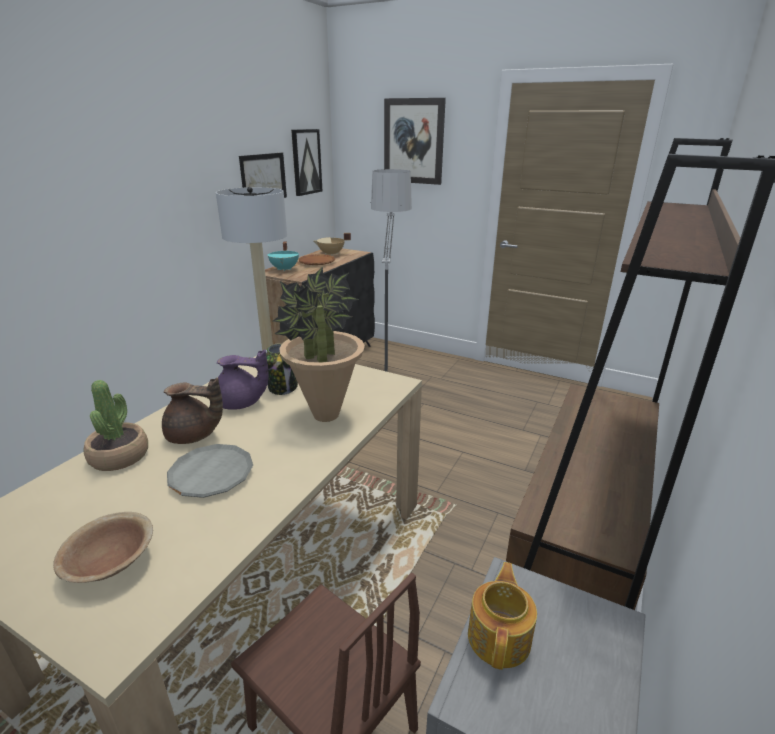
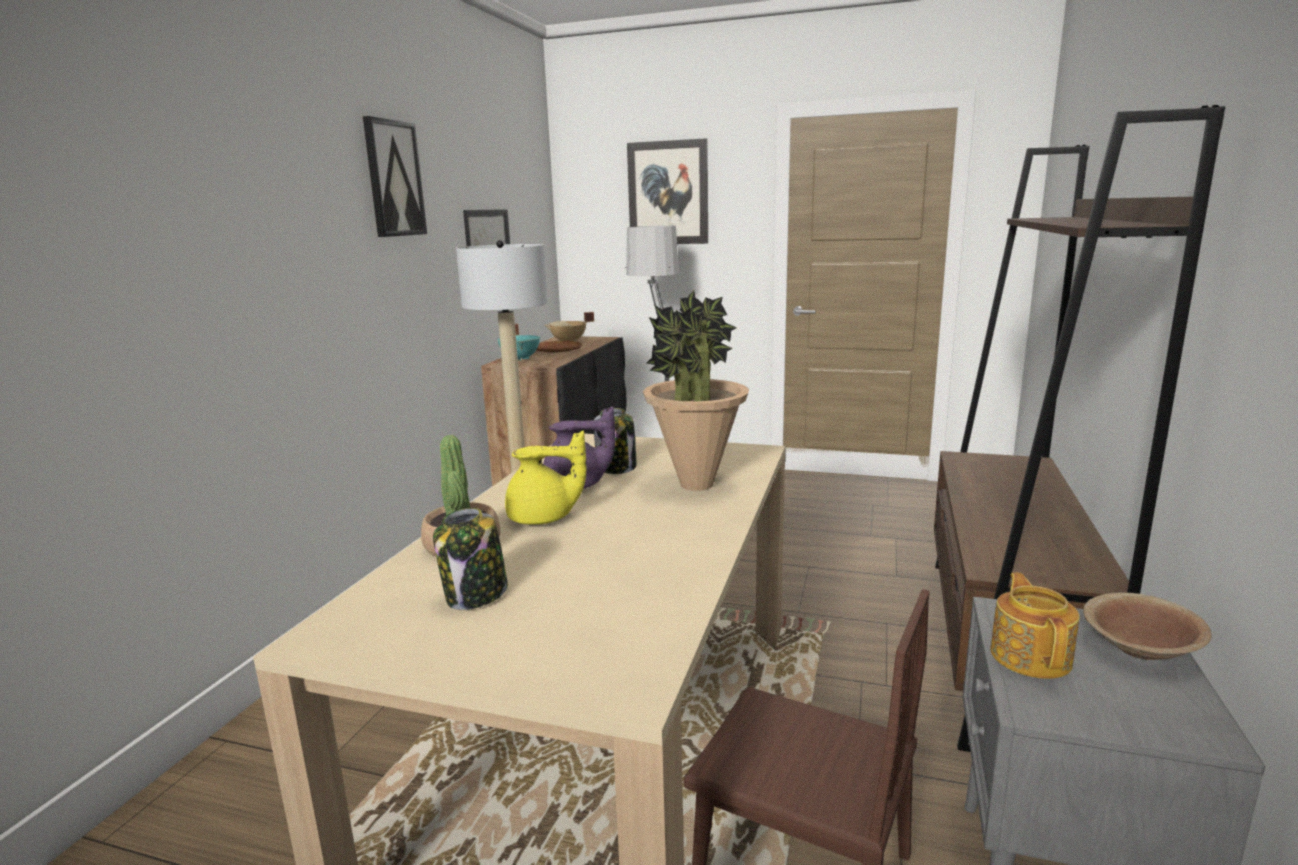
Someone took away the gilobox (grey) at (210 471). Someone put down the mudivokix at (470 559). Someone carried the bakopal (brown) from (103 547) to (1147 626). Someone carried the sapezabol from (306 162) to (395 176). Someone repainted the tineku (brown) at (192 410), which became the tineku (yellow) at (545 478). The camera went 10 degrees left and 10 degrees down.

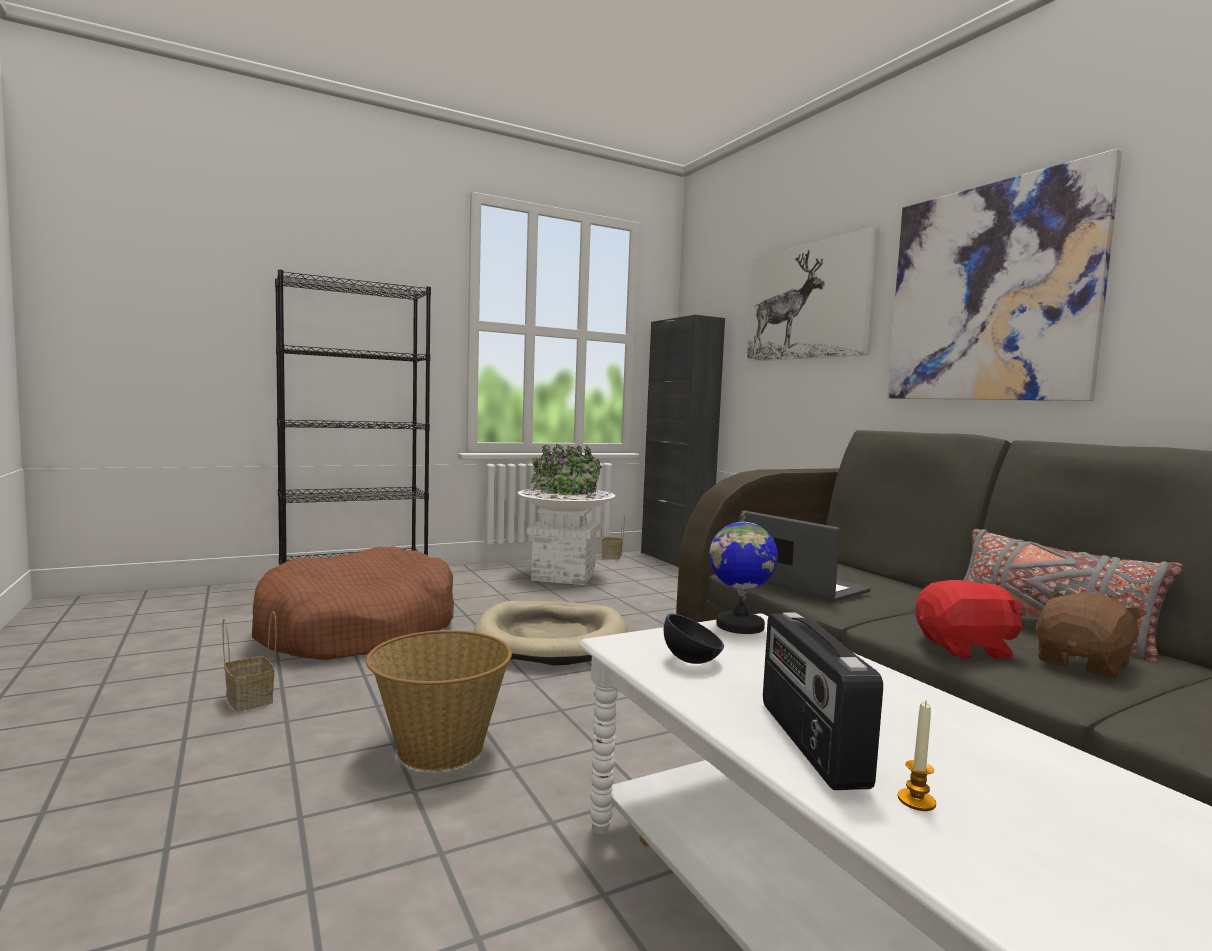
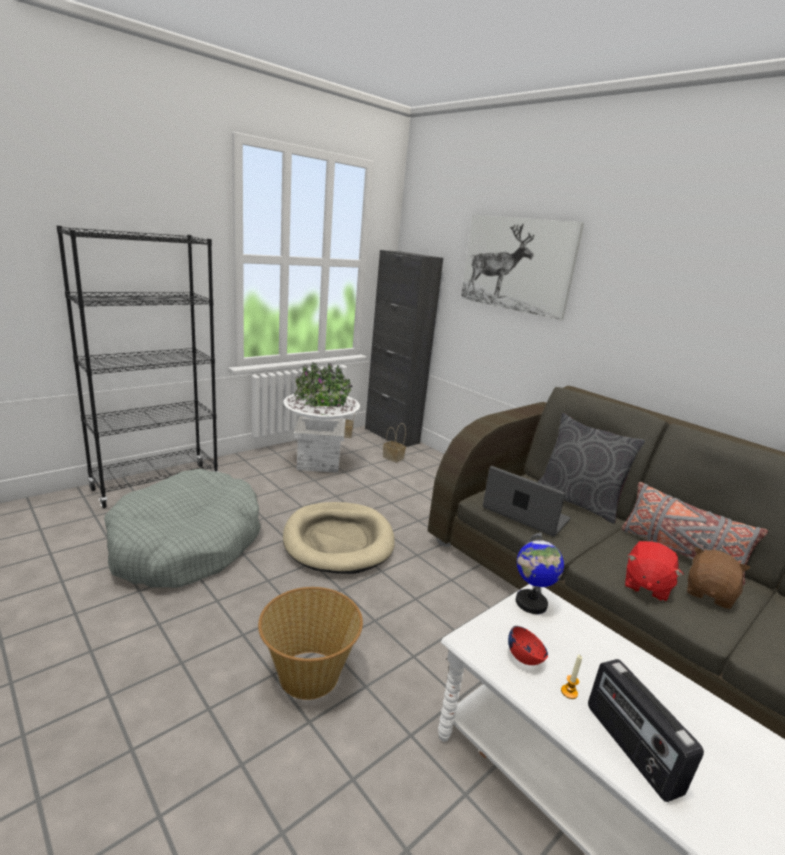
Someone took away the sapezabol at (1004 275). Someone put down the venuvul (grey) at (591 468). Someone carried the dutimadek from (249 661) to (394 443). Someone carried the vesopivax from (917 756) to (571 677). Someone repainted the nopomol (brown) at (353 603), which became the nopomol (grey) at (182 528). Someone repainted the bakopal (black) at (694 639), which became the bakopal (red) at (528 645). Someone rotated the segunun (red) at (969 619) by 135 degrees clockwise. The camera went 15 degrees left and 15 degrees up.

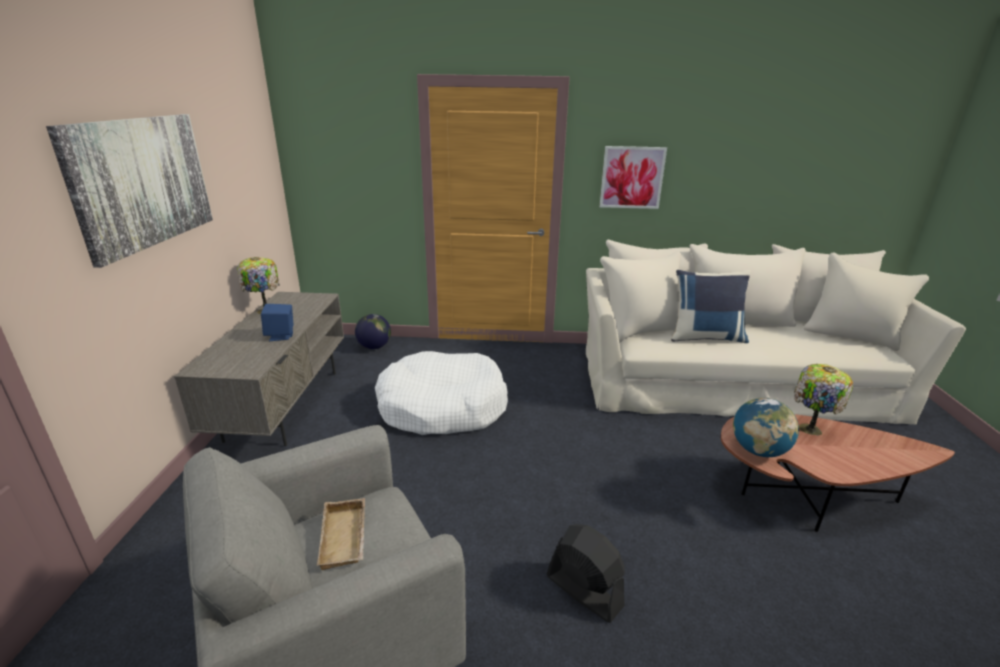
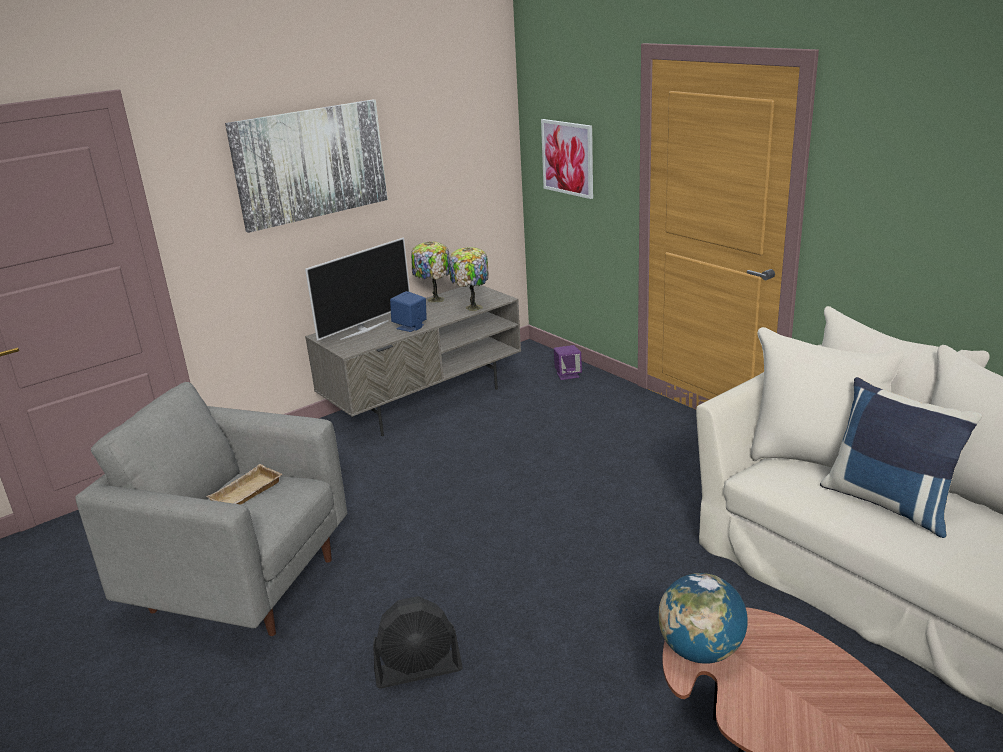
Someone took away the nopomol (white) at (441 393). Someone put down the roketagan at (357 289). Someone carried the sapezabol from (633 177) to (567 159). Someone carried the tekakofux from (823 399) to (469 279). Someone swapped the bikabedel at (373 331) for the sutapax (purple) at (568 362). Someone rotated the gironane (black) at (586 573) by 75 degrees clockwise. The camera went 50 degrees right and 0 degrees up.

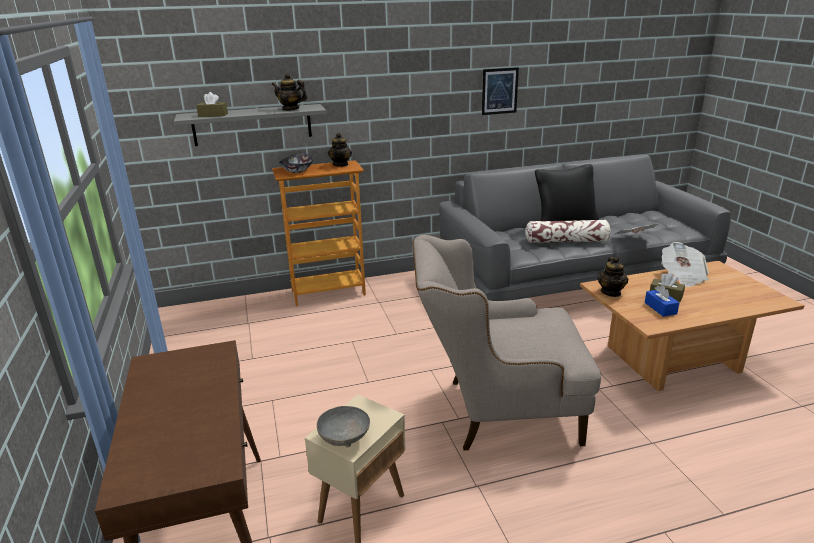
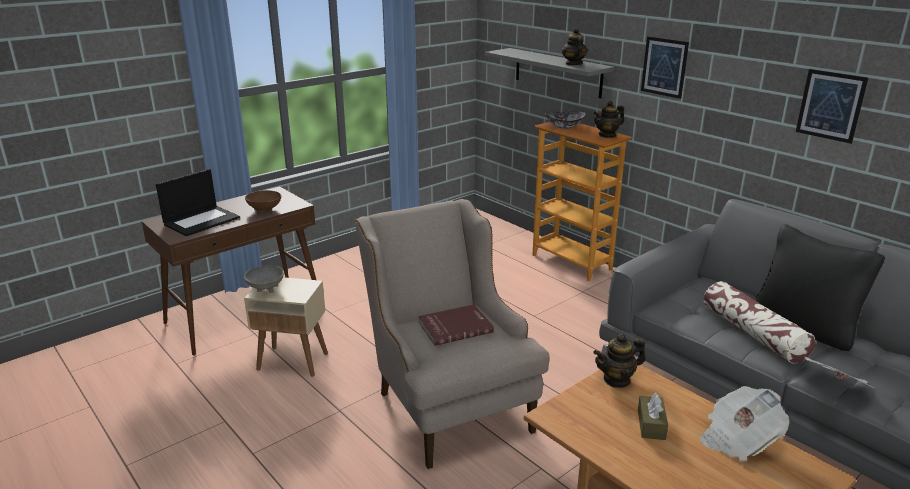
Someone took away the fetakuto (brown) at (212 104). Someone took away the fetakuto (blue) at (662 301). Someone put down the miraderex at (198 202). Someone put down the bakopal (brown) at (263 202). Someone put down the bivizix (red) at (456 325). Someone put up the sapezabol at (665 67). The camera went 65 degrees right and 0 degrees up.

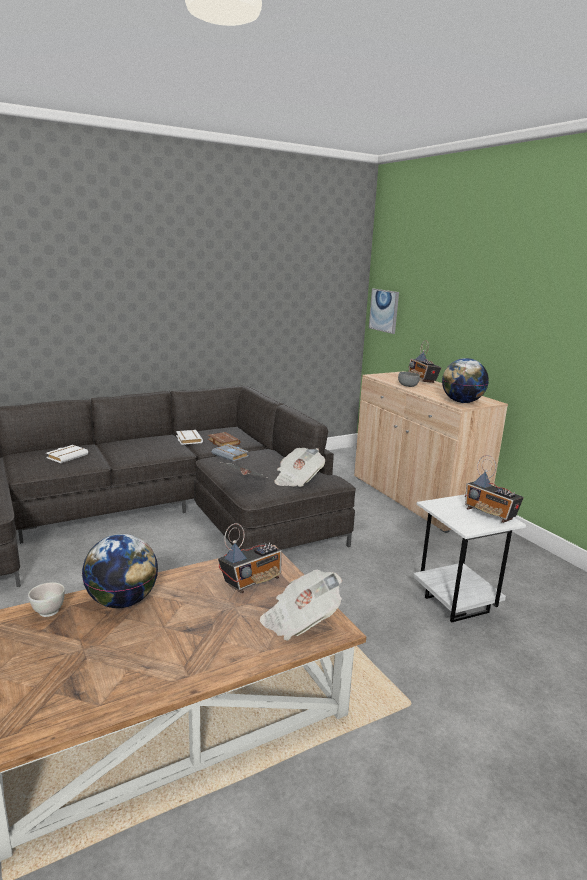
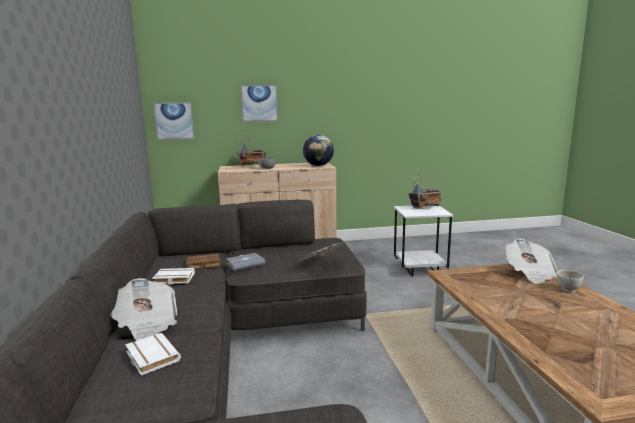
Someone took away the bikabedel at (120 571). Someone took away the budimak at (250 558). Someone put up the sapezabol at (259 103). Someone carried the bakopal (white) from (46 599) to (570 281). Someone carried the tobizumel from (299 467) to (143 309). The camera went 70 degrees left and 5 degrees down.

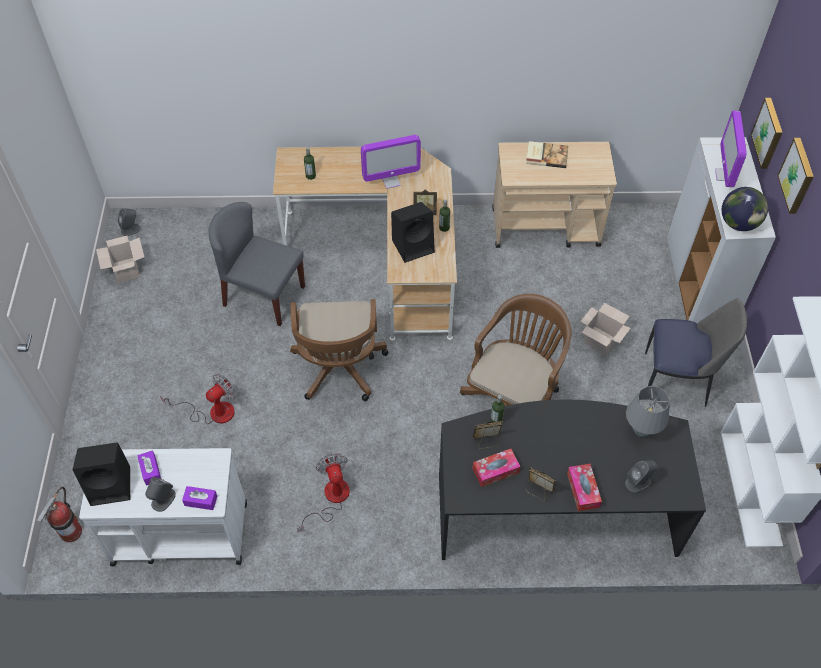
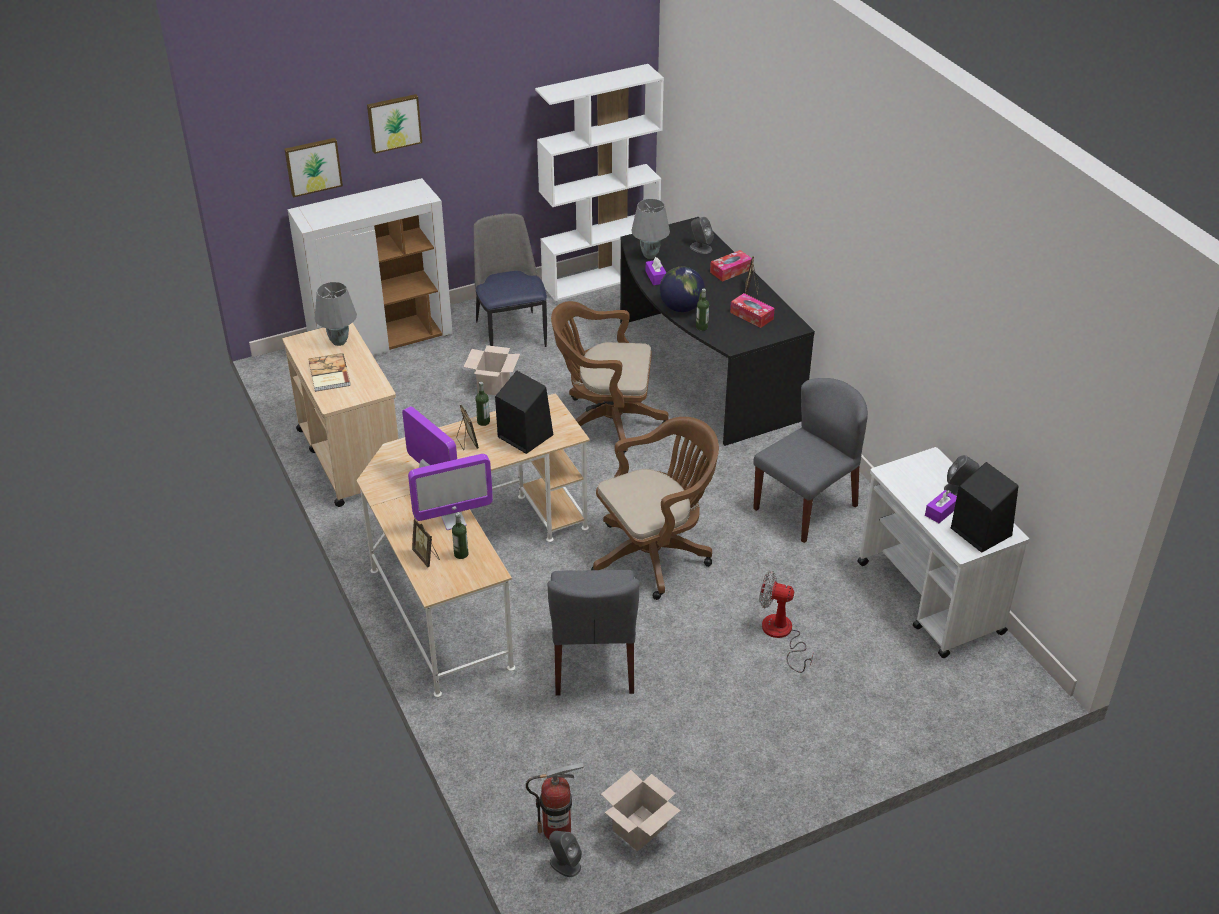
Someone put down the tekakofux (grey) at (336 314). Someone carried the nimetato from (59 514) to (555 801). Someone carried the fetakuto (purple) from (199 498) to (656 271). Someone carried the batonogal from (488 435) to (426 542). Someone carried the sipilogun from (731 149) to (450 492). Someone carried the bikabedel from (745 209) to (682 289). Someone swapped the gironane at (323 493) for the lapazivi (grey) at (810 460). The camera went 115 degrees left and 15 degrees down.

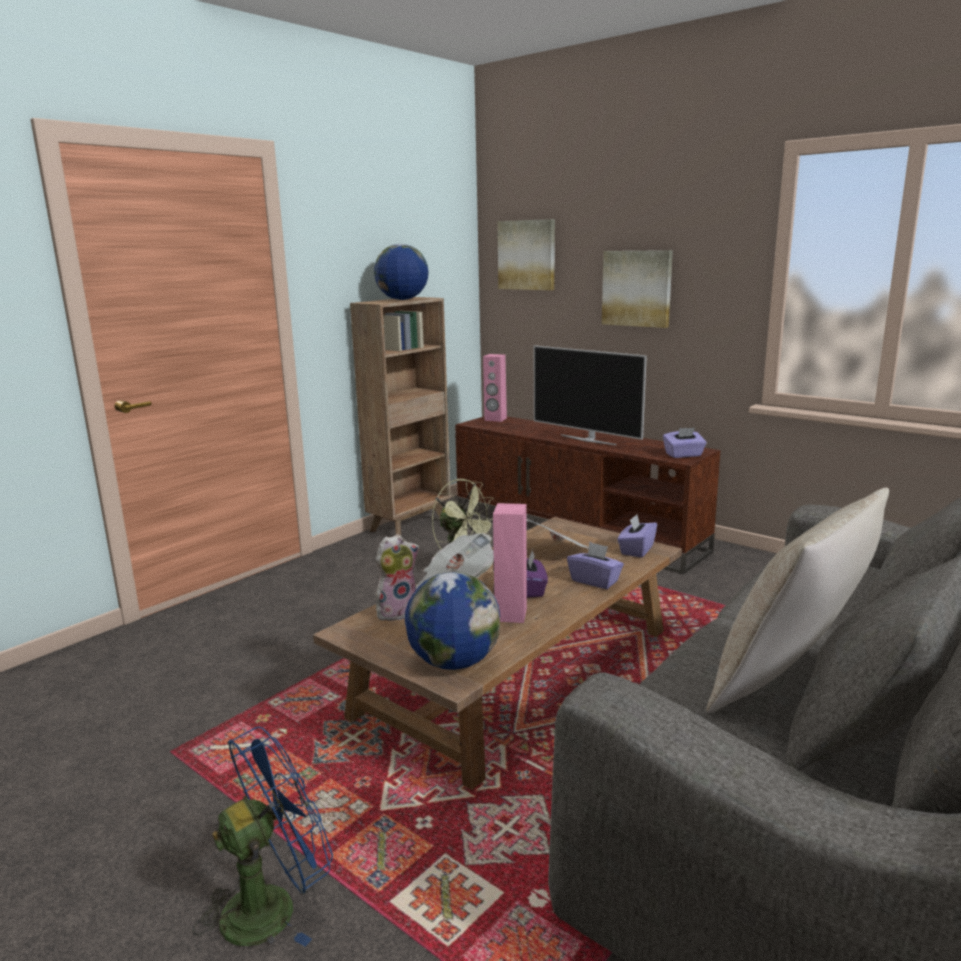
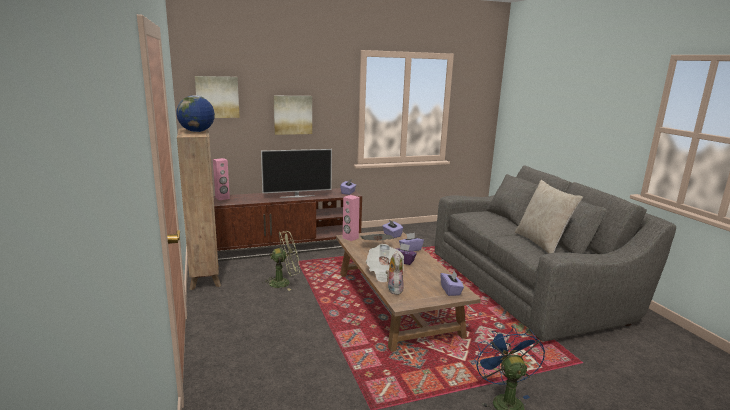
Someone carried the sutapax (pink) from (510 563) to (351 218). Someone swapped the bikabedel at (452 621) for the fetakuto (purple) at (452 283). The camera went 60 degrees left and 0 degrees up.

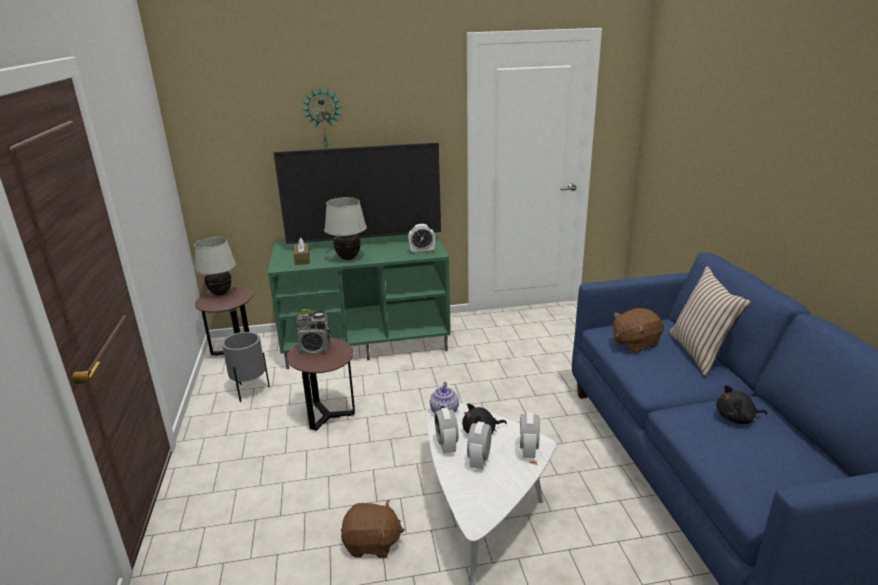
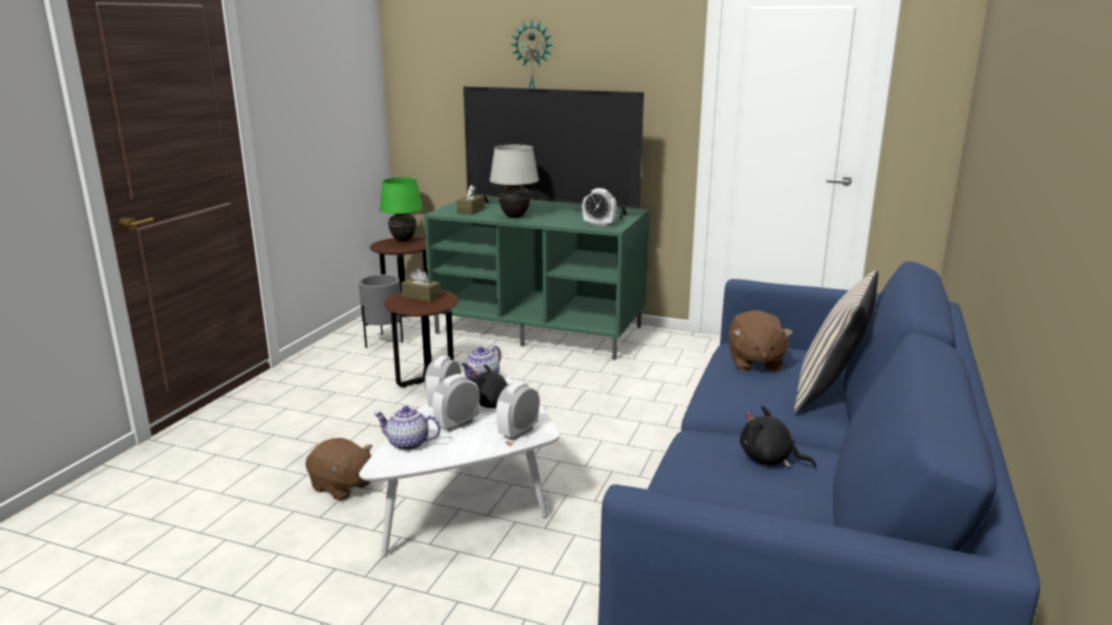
Someone put down the tineku at (407 428). Someone swapped the budimak at (312 331) for the fetakuto (brown) at (421 285). Someone repainted the tekakofux (white) at (215 266), which became the tekakofux (green) at (401 210). Someone rotated the segunun (brown) at (638 330) by 90 degrees counterclockwise. The camera went 30 degrees right and 5 degrees down.

